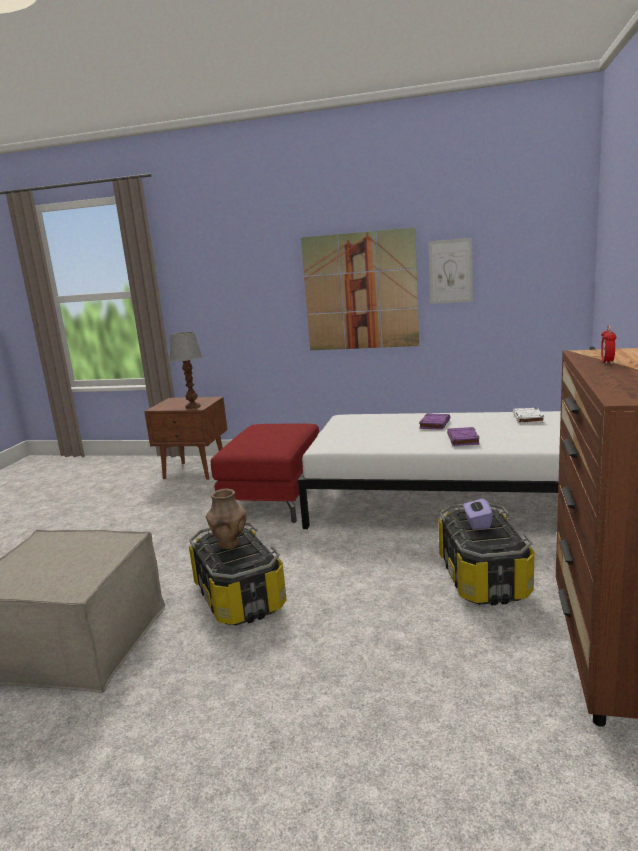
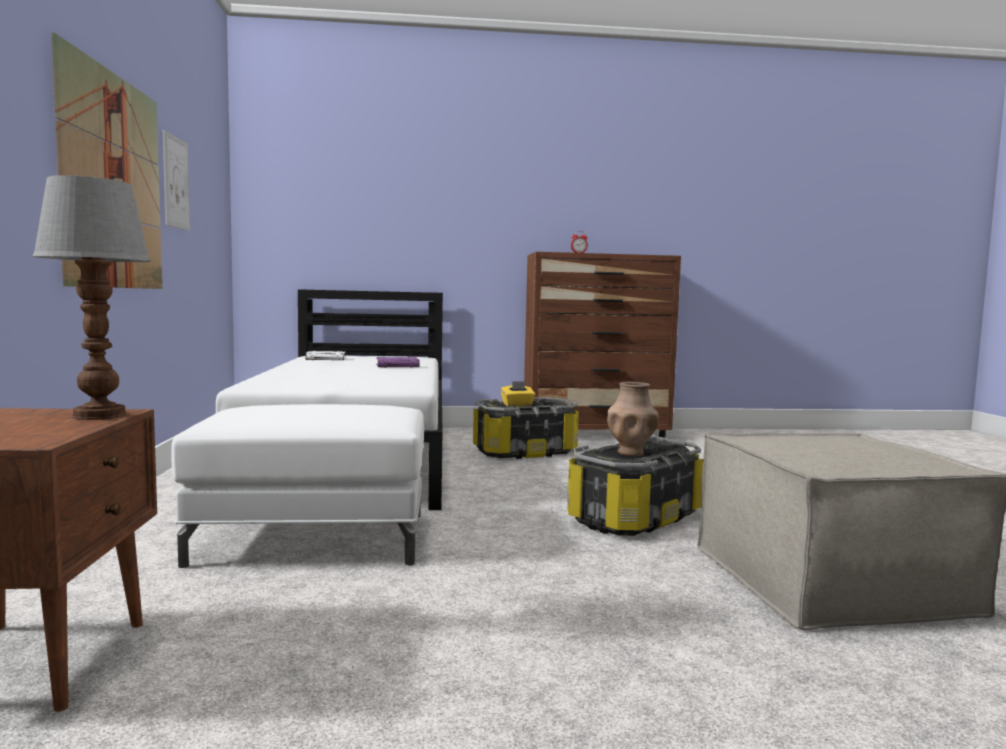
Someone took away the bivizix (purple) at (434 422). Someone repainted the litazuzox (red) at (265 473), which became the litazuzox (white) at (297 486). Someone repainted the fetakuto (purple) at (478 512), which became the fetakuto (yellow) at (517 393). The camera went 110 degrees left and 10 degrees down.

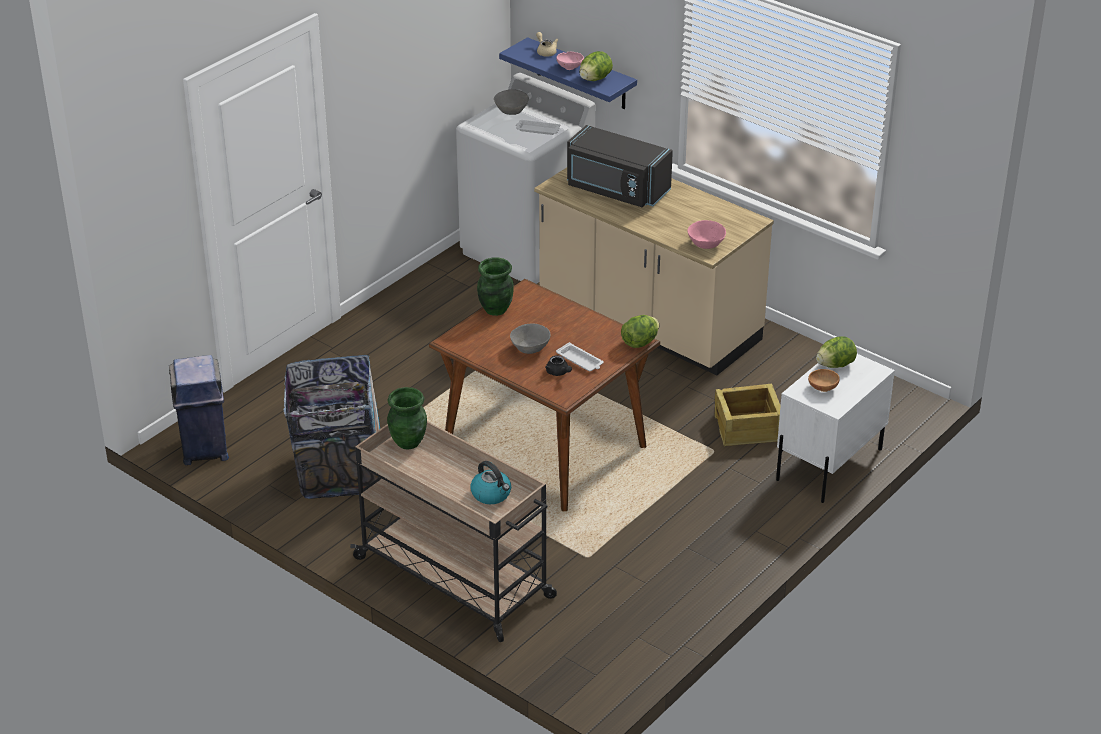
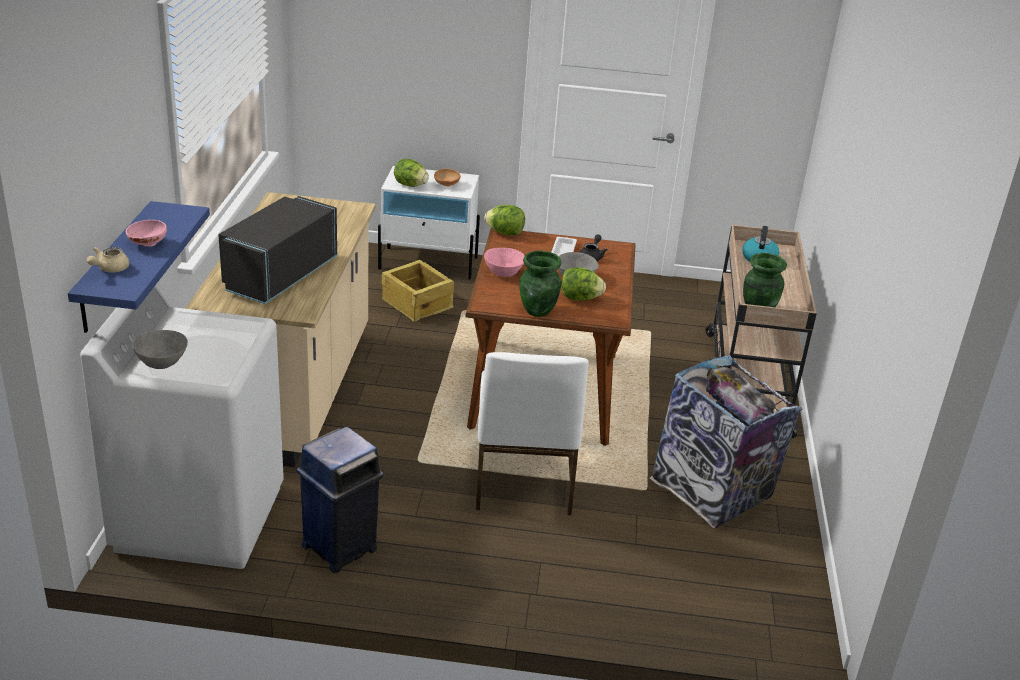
Someone took away the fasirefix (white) at (538 127). Someone put down the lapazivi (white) at (532 433). Someone carried the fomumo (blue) from (199 410) to (340 500). Someone carried the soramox from (596 66) to (583 284). Someone carried the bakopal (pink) from (706 234) to (504 262). Someone rotated the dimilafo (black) at (620 166) by 150 degrees counterclockwise. The camera went 125 degrees left and 5 degrees down.

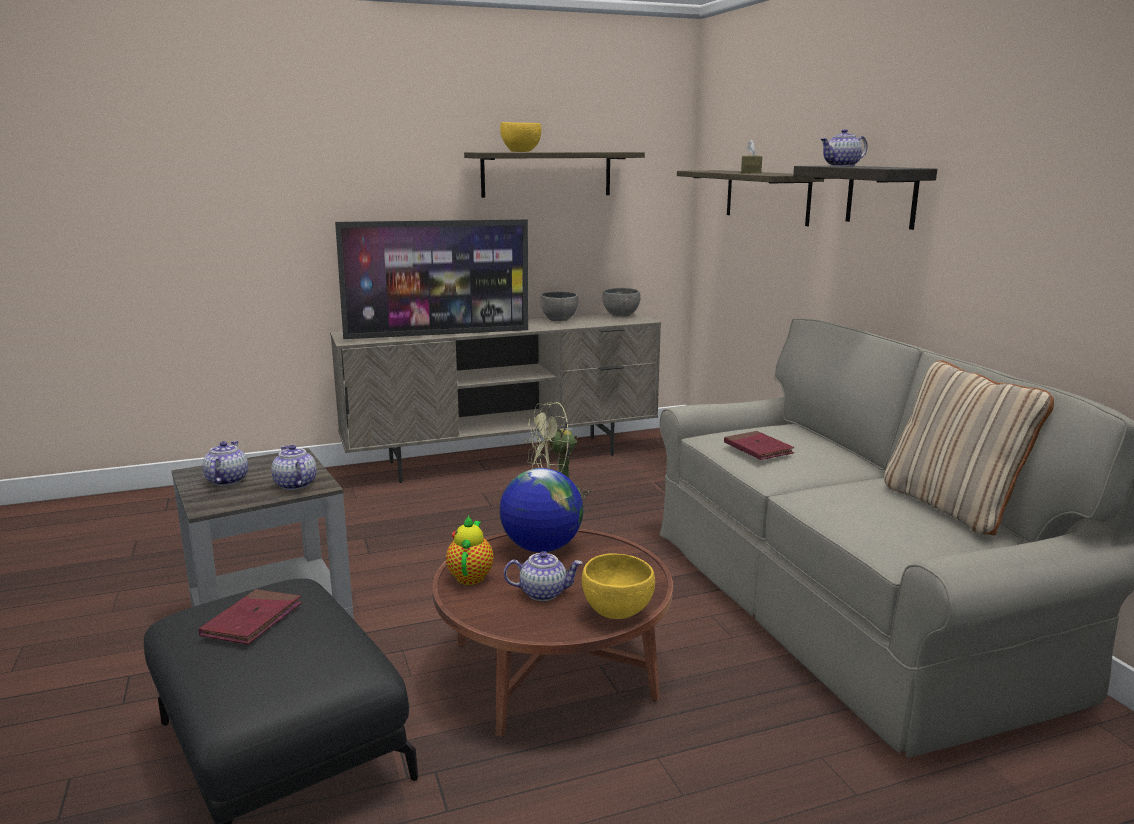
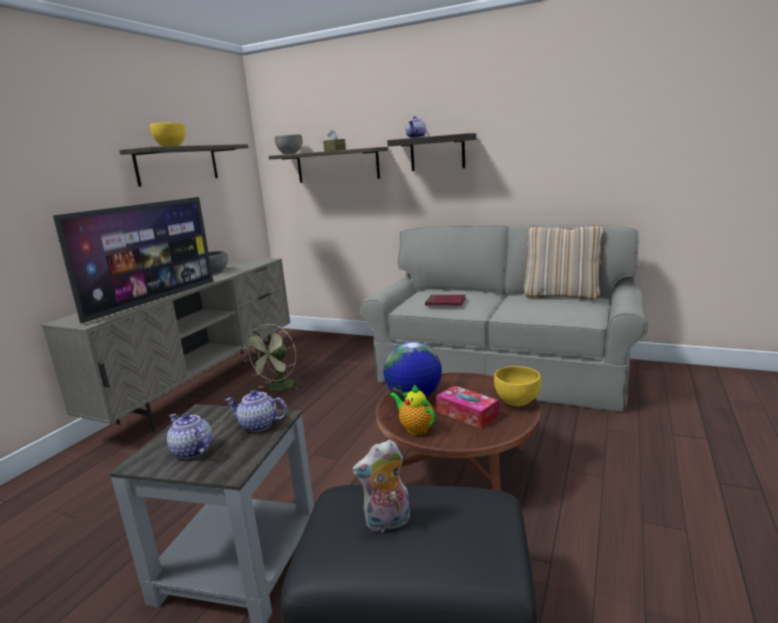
Someone carried the bakopal (grey) from (622 302) to (289 144). Someone swapped the bivizix (red) at (250 617) for the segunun at (381 486). Someone swapped the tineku at (543 576) for the fetakuto at (467 407). The camera went 45 degrees left and 0 degrees up.

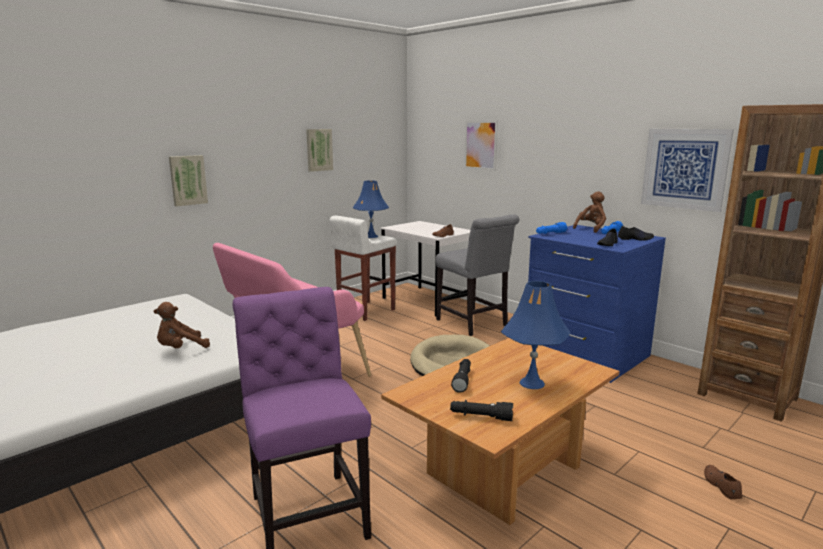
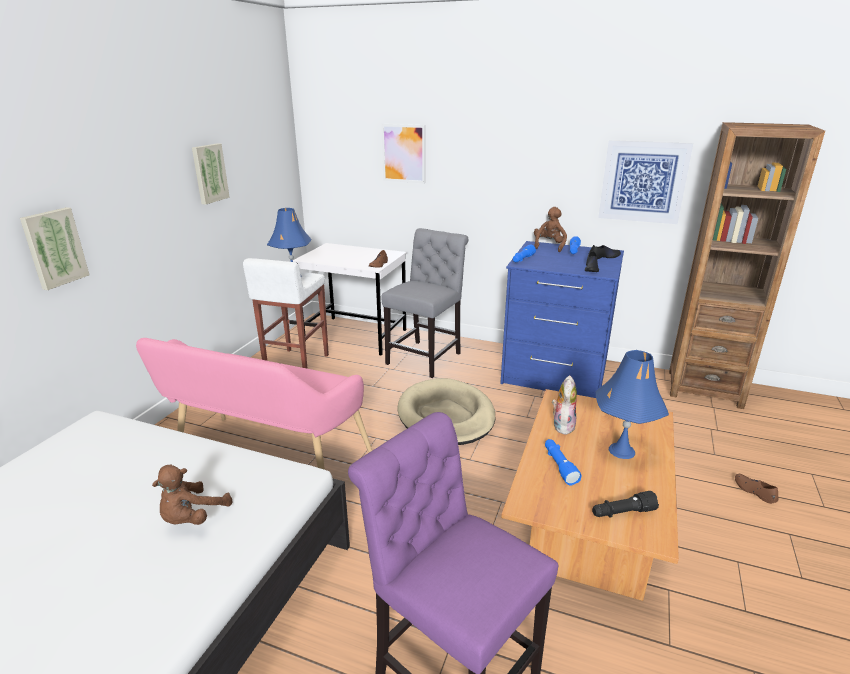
Someone put down the segunun at (564 405). Someone repainted the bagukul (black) at (461 376), which became the bagukul (blue) at (563 462). Someone rotated the lapazivi (grey) at (477 275) by 90 degrees counterclockwise. The camera went 25 degrees left and 10 degrees up.

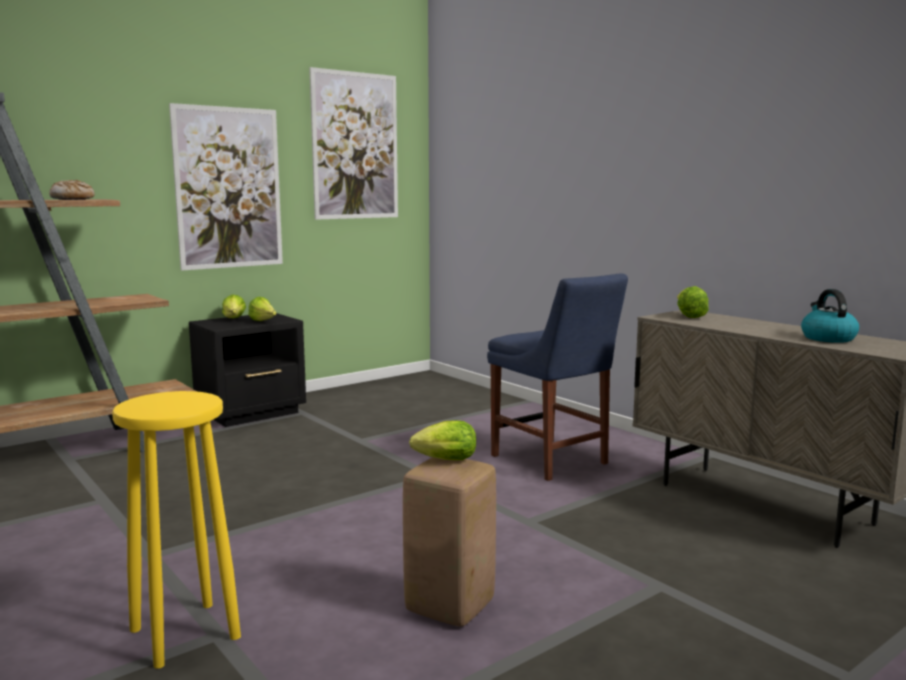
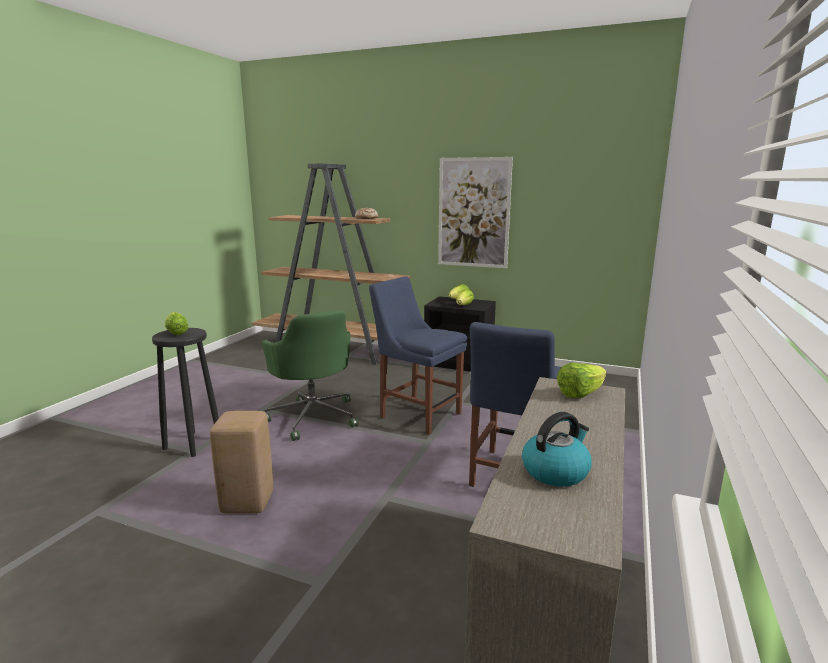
Someone took away the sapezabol at (353 143). Someone put down the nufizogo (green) at (309 375). Someone put down the lapazivi (blue) at (418 355). Someone carried the soramox from (442 440) to (177 323). Someone repainted the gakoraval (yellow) at (176 530), which became the gakoraval (black) at (185 392). The camera went 60 degrees right and 5 degrees up.

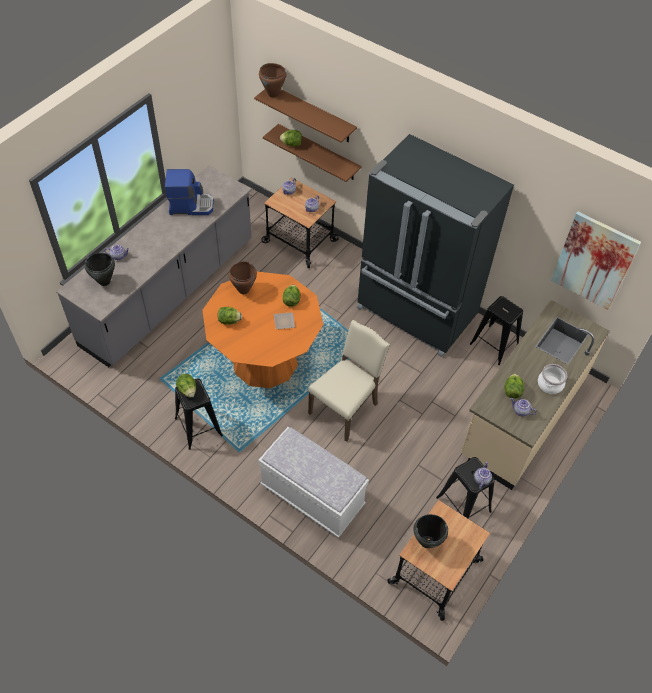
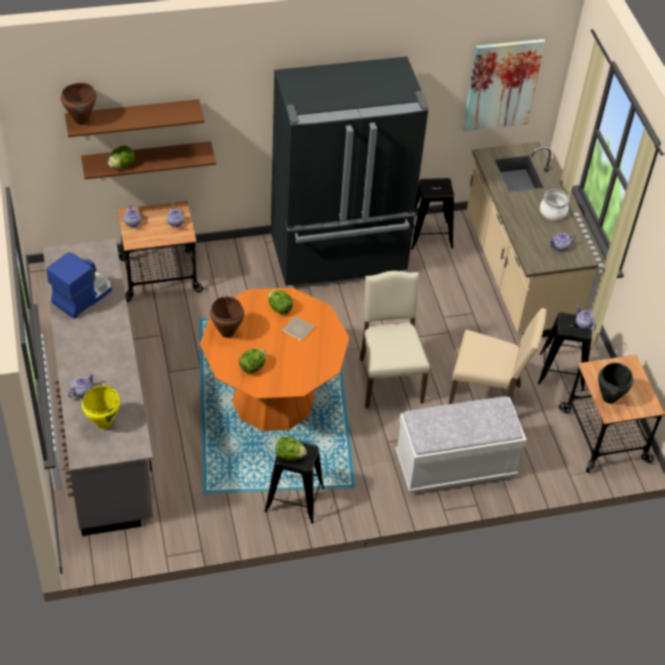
Someone took away the soramox at (514 386). Someone put down the lapazivi (beige) at (498 356). Someone repainted the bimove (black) at (100 269), which became the bimove (yellow) at (101 407). The camera went 50 degrees left and 5 degrees down.

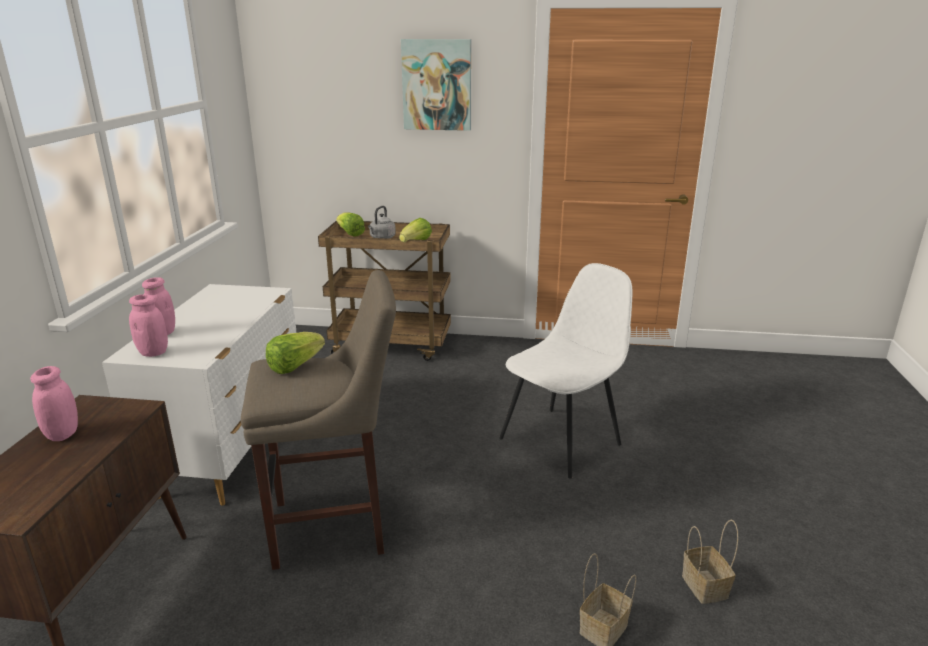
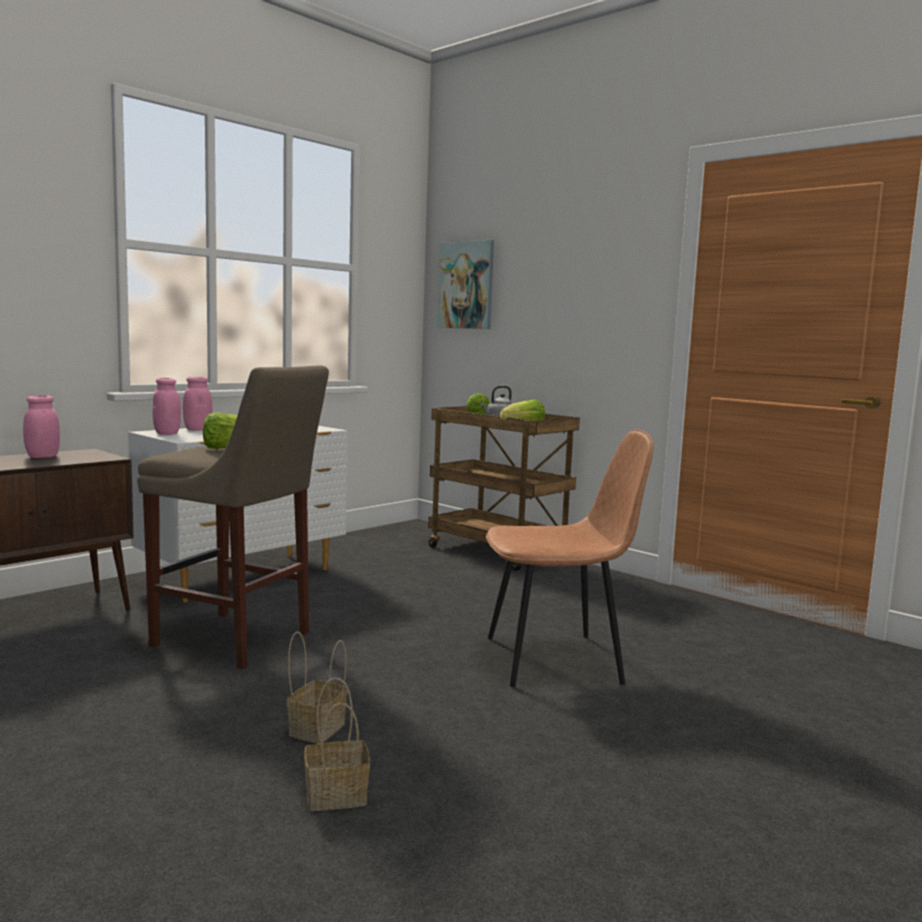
Someone carried the sapezabol from (436 85) to (465 284). Someone carried the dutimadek from (710 562) to (317 687). Someone repainted the lapazivi (white) at (565 370), which became the lapazivi (brown) at (570 558). The camera went 35 degrees right and 15 degrees down.

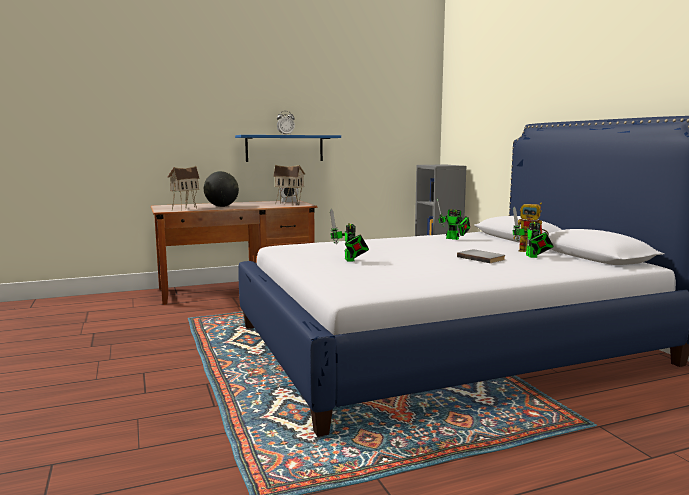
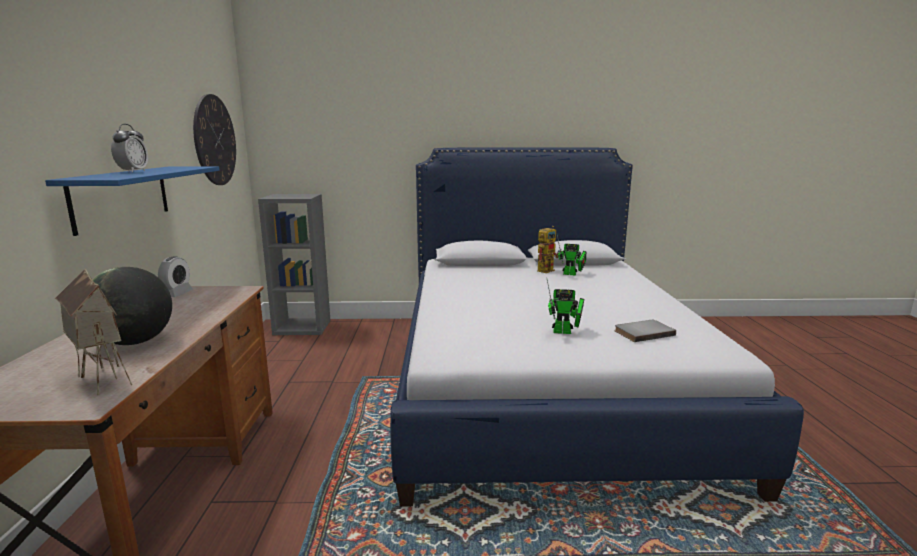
Someone took away the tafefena at (289 185). Someone took away the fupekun at (453 219). Someone put up the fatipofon at (214 139). Someone carried the bivizix (grey) from (481 256) to (645 331). The camera went 70 degrees left and 5 degrees up.

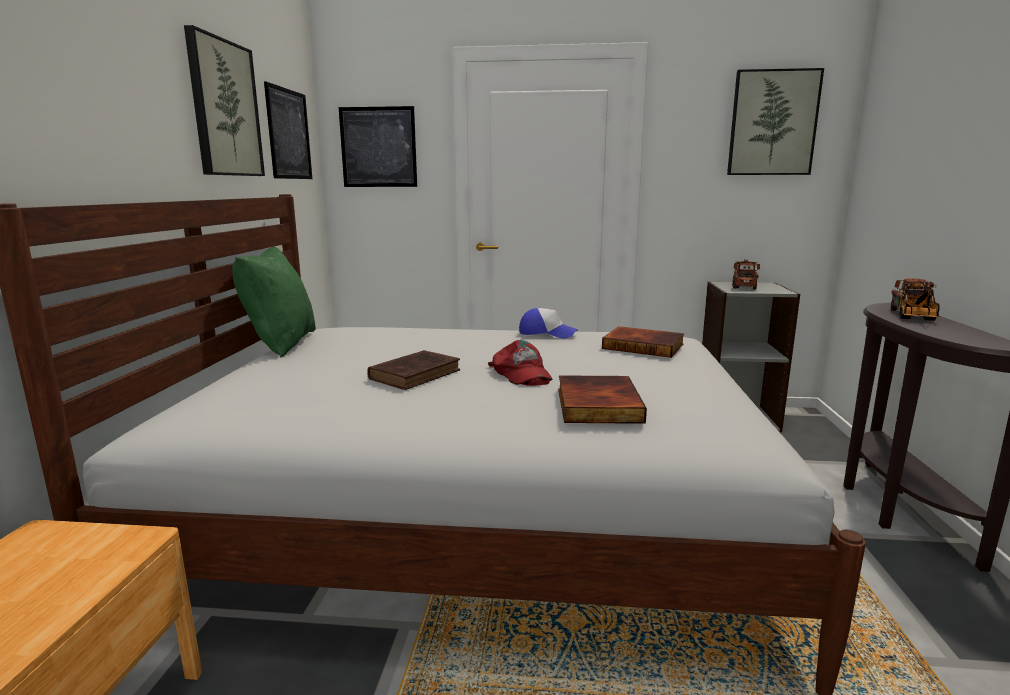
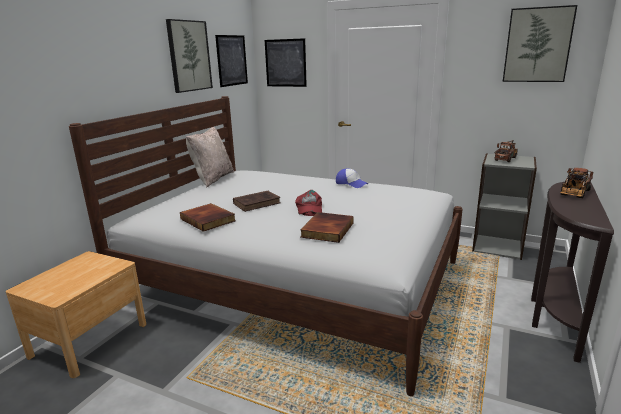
Someone carried the bivizix from (643 342) to (208 217). Someone repainted the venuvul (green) at (274 302), which became the venuvul (beige) at (210 157). The camera went 20 degrees right and 5 degrees up.

